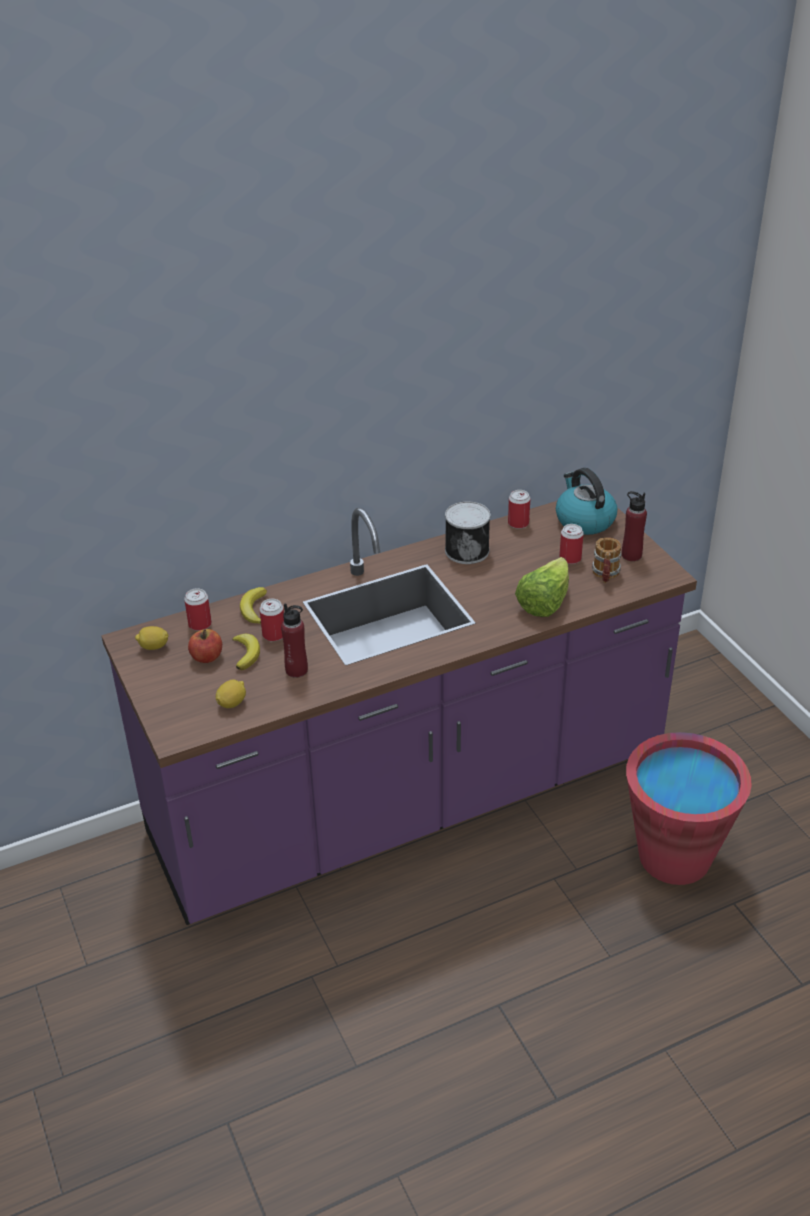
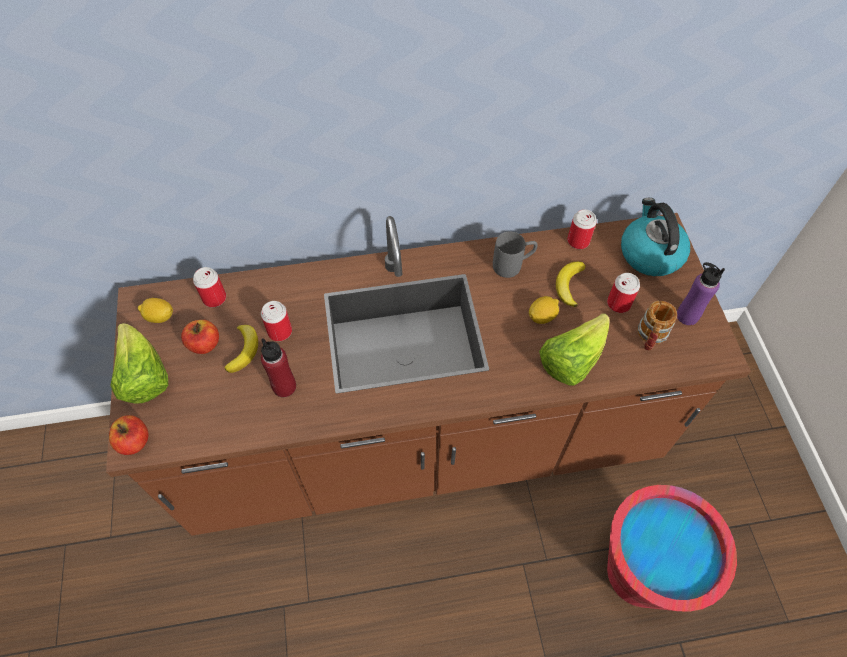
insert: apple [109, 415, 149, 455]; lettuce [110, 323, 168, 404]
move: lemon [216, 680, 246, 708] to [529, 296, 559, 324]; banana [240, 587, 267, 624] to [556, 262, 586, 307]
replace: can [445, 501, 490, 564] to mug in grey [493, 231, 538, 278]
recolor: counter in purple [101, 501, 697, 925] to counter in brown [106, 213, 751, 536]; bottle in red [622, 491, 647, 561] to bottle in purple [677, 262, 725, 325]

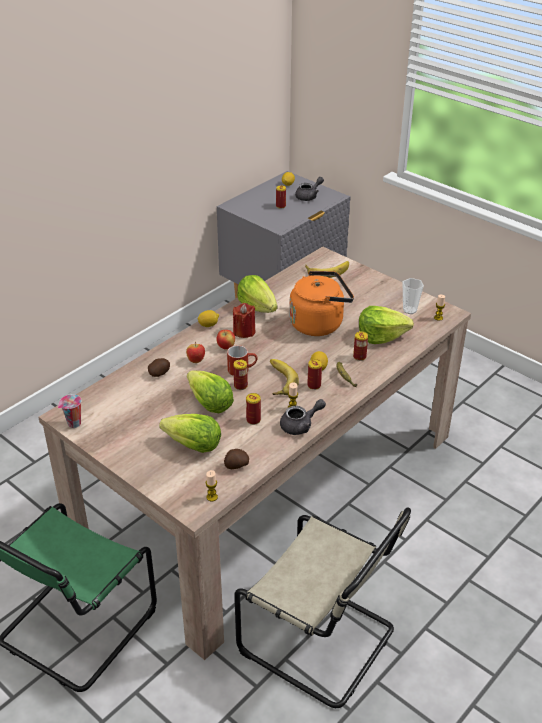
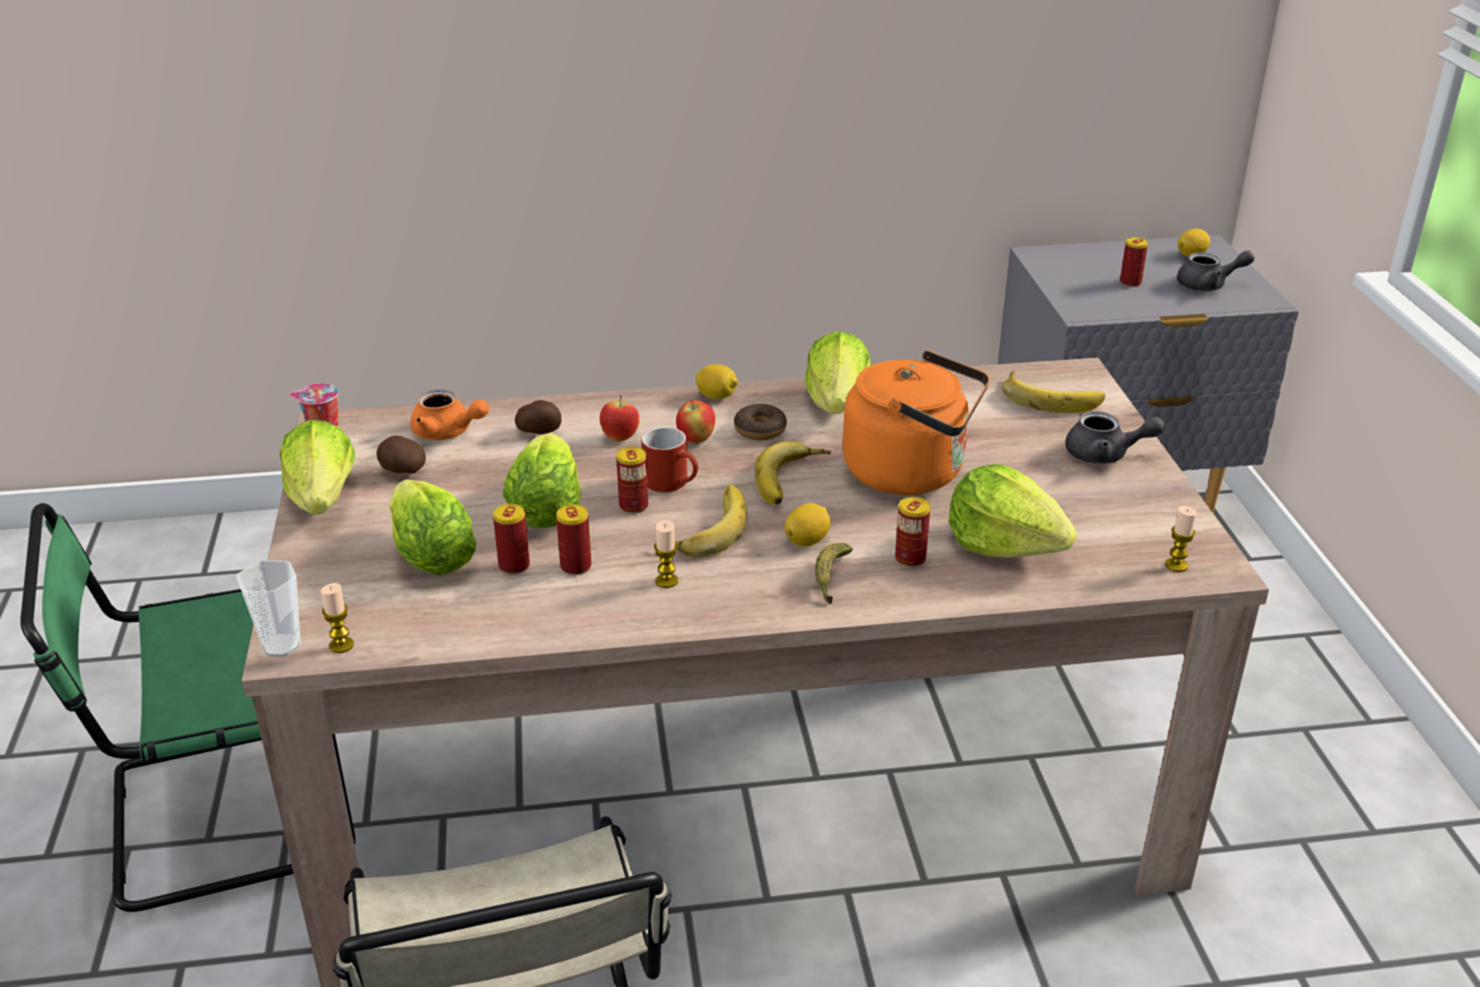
insert: lettuce [280, 420, 355, 515]; teapot in orange [410, 389, 489, 440]; banana [755, 441, 831, 505]
move: cup [402, 278, 424, 314] to [236, 560, 301, 657]; potato [224, 449, 249, 469] to [376, 436, 426, 473]; can [307, 359, 322, 390] to [493, 504, 530, 575]; teapot in grey [280, 399, 326, 435] to [1065, 411, 1165, 464]
replace: candle in red [233, 303, 255, 338] to donut [734, 404, 787, 440]

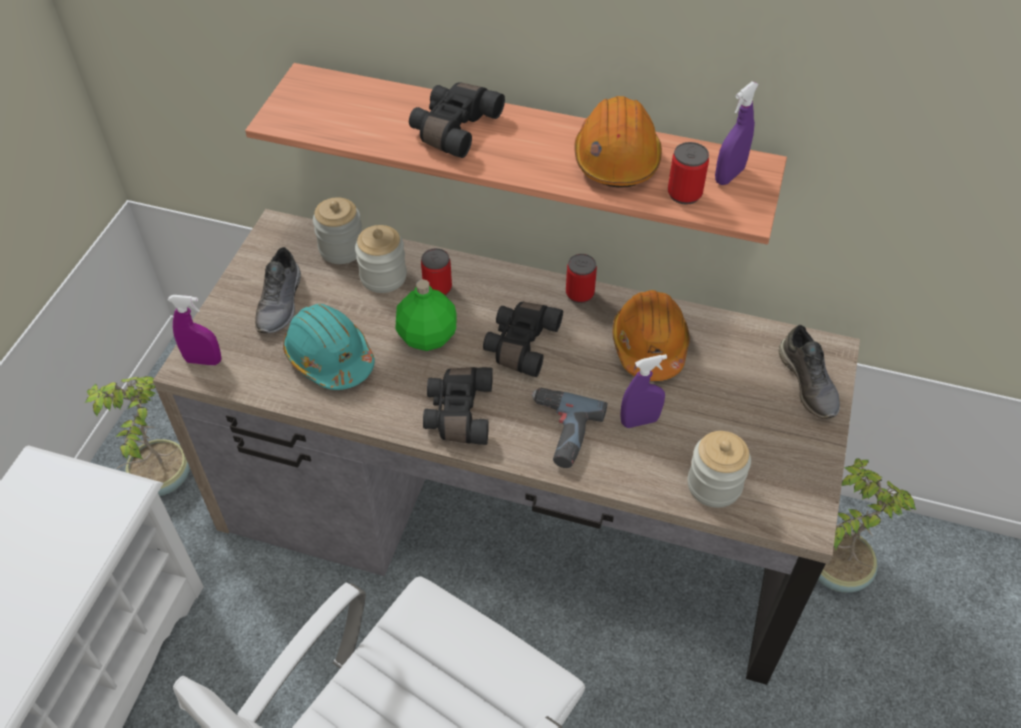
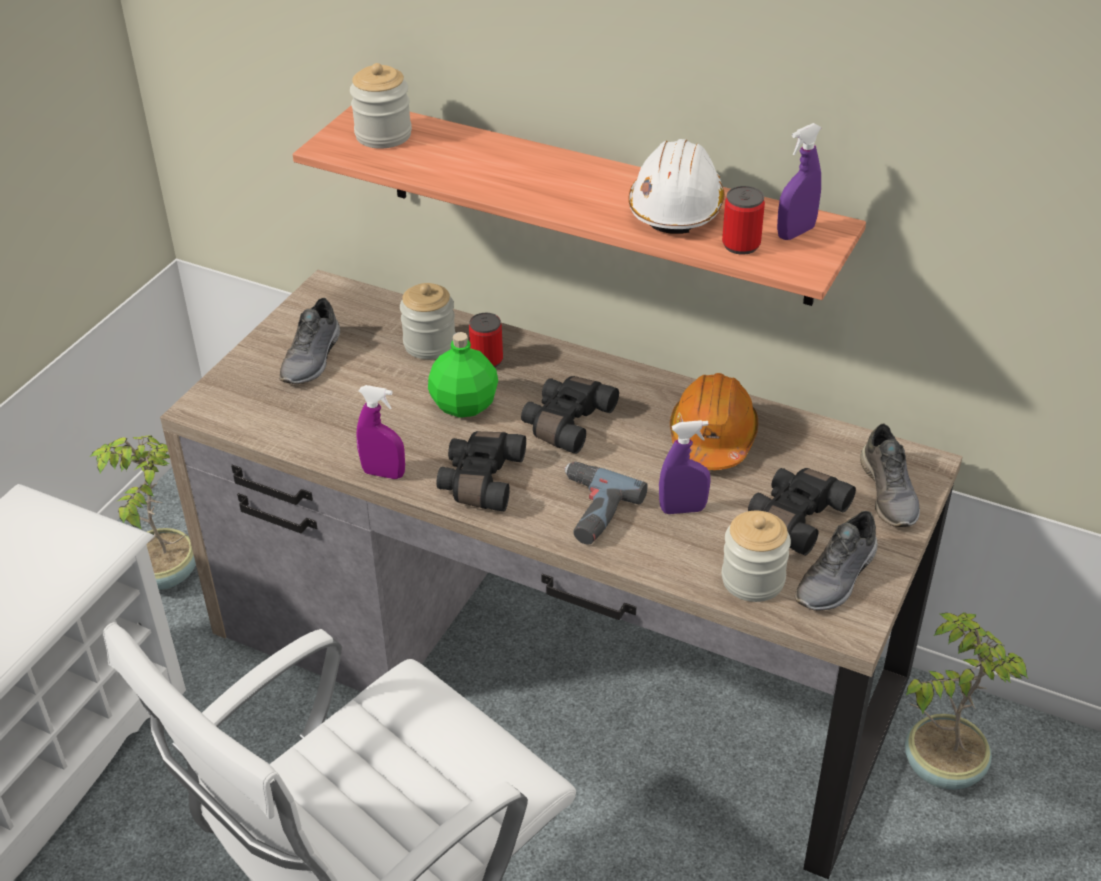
delete: hard hat in turquoise [283, 304, 375, 390]; can [566, 254, 597, 303]
insert: shoe in grey [795, 511, 878, 611]
move: jar [313, 197, 362, 264] to [350, 63, 412, 149]; spray bottle in purple [168, 295, 221, 365] to [356, 385, 405, 479]; binoculars in black [409, 82, 505, 158] to [748, 468, 856, 556]
recolor: hard hat in orange [574, 96, 662, 188] to hard hat in white [628, 139, 725, 234]

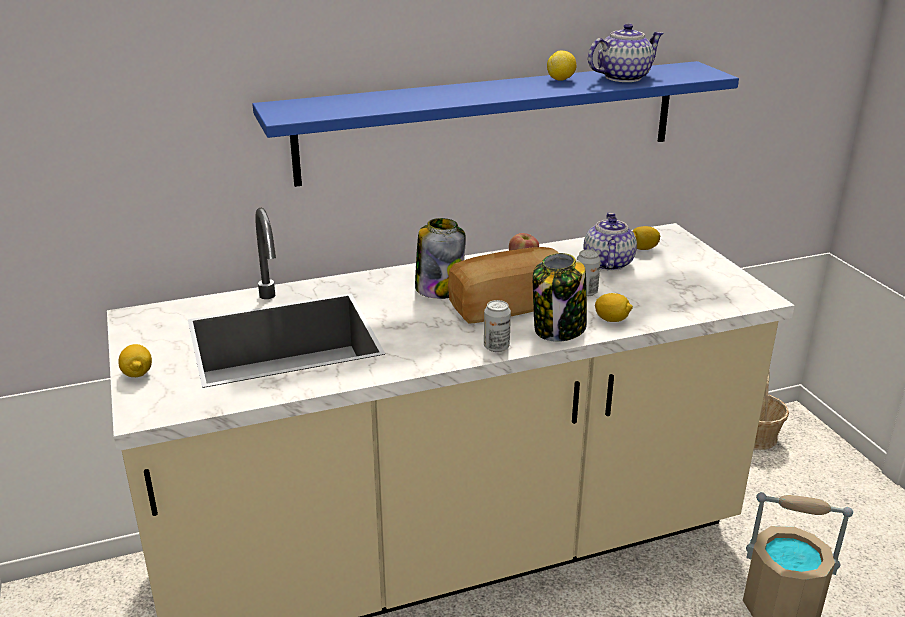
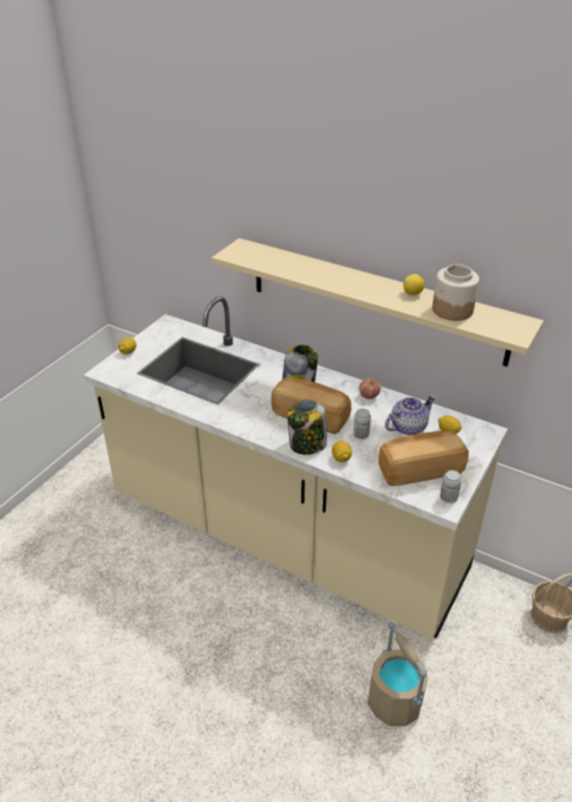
insert: bread [379, 431, 469, 486]
move: can [484, 300, 511, 352] to [440, 470, 462, 503]
replace: teapot [588, 23, 664, 82] to jar [432, 264, 479, 321]
recolor: shelf in blue [252, 61, 739, 187] to shelf in beige [212, 238, 544, 367]

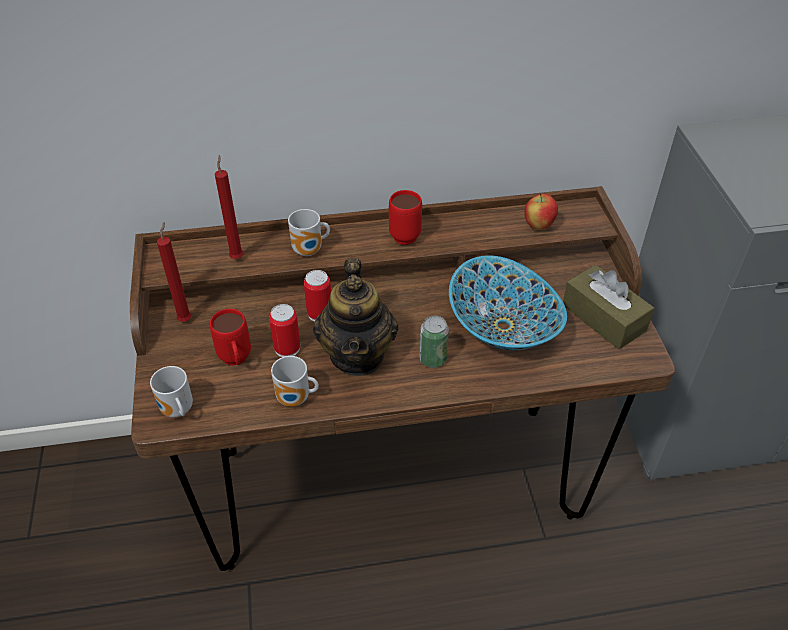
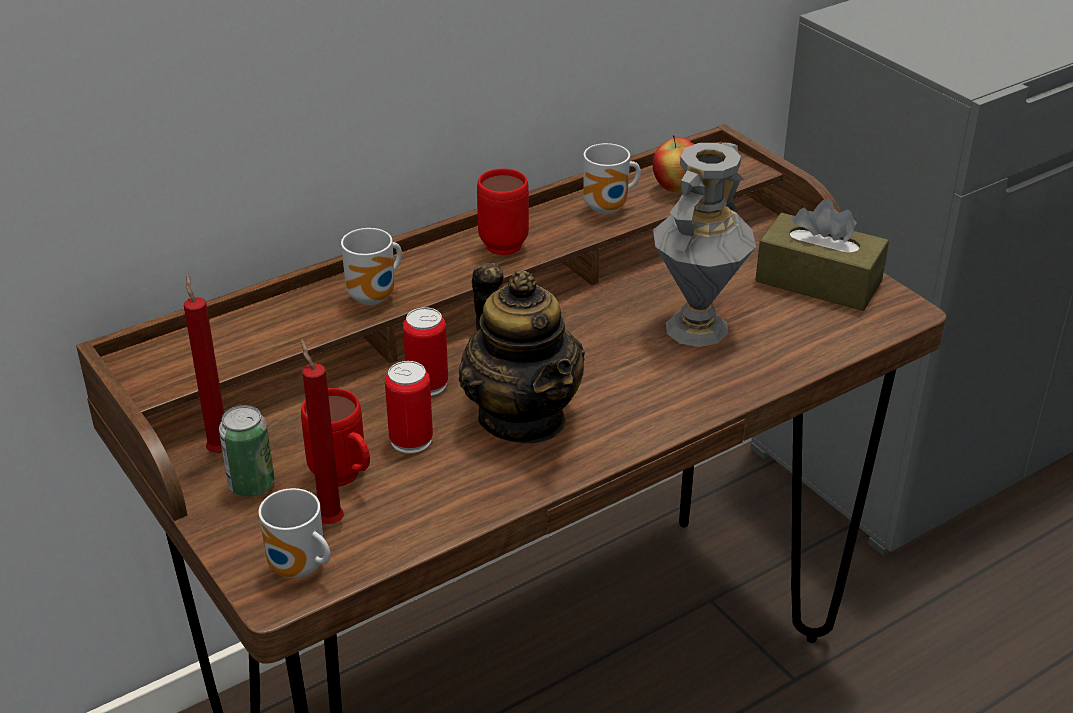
move: can [419, 316, 449, 368] to [219, 405, 275, 497]; candle in red [215, 155, 244, 259] to [301, 339, 344, 524]; mug [271, 356, 319, 407] to [583, 143, 641, 214]
replace: bowl [449, 256, 567, 350] to vase in grey [653, 143, 756, 347]

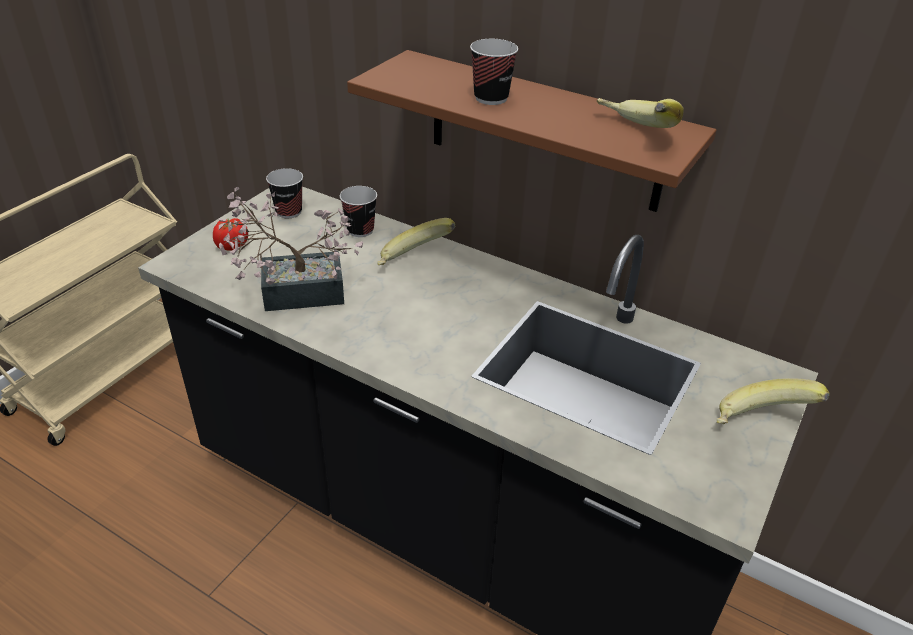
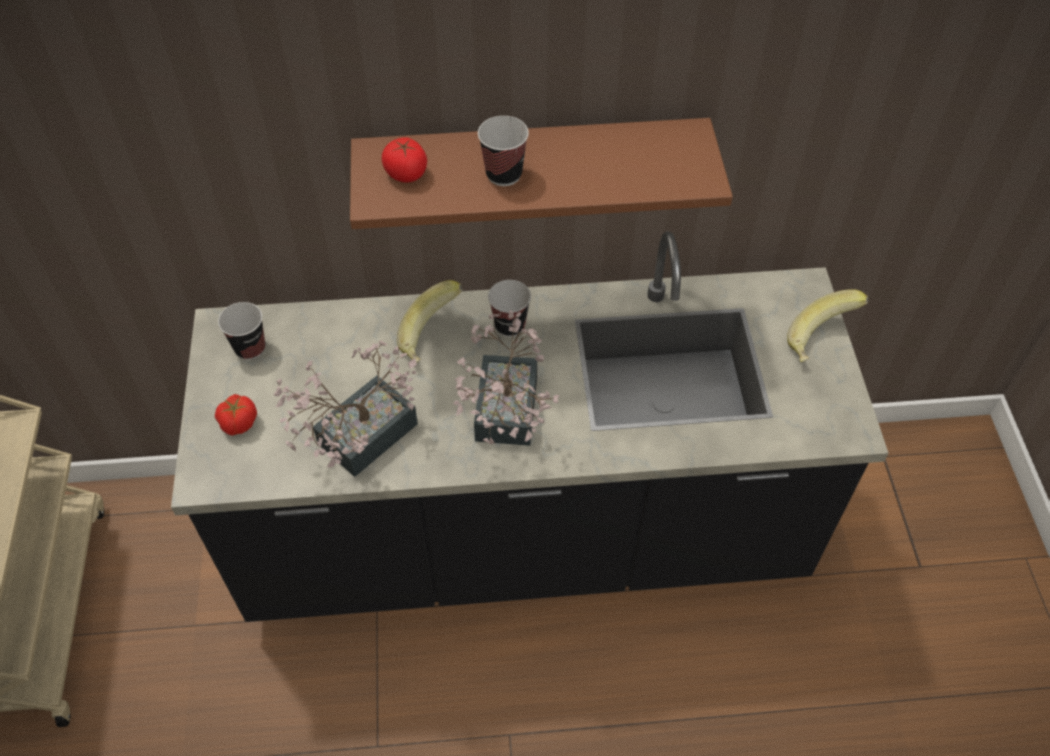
delete: banana [597, 98, 684, 128]
insert: tomato [382, 137, 427, 183]; potted plant [453, 310, 559, 446]
move: cup [340, 186, 377, 237] to [488, 280, 531, 337]

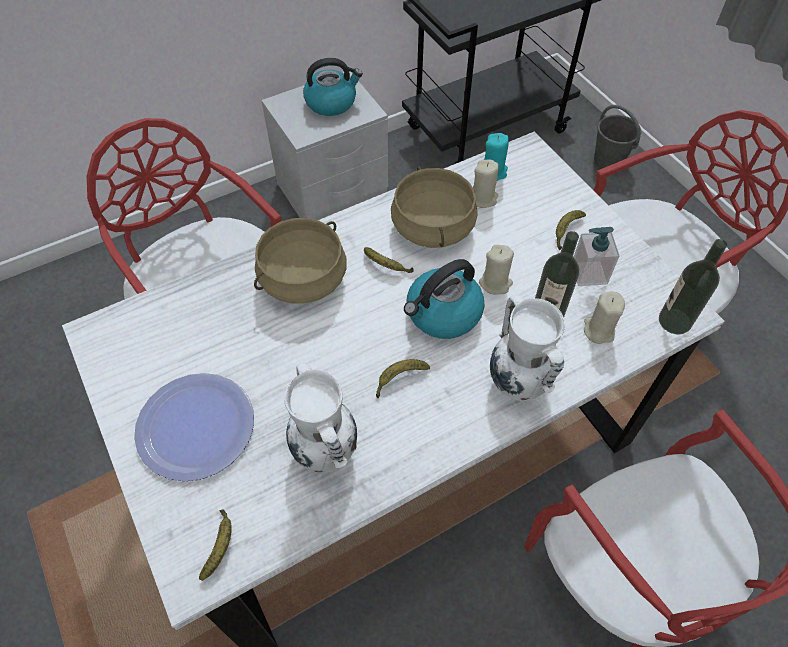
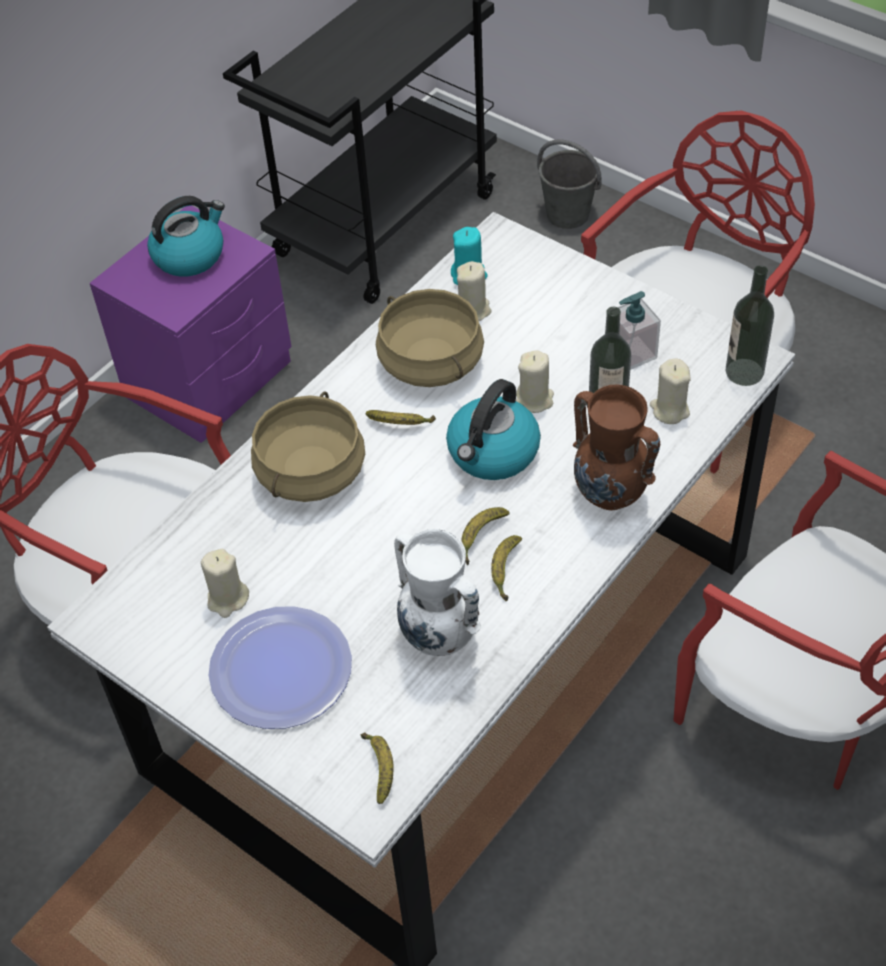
insert: candle in beige [201, 549, 249, 618]
move: banana [556, 210, 586, 250] to [491, 535, 522, 601]
recolor: nightstand in grey [261, 71, 388, 220] to nightstand in purple [90, 206, 292, 443]; vase in white [490, 295, 565, 401] to vase in brown [573, 385, 660, 511]

